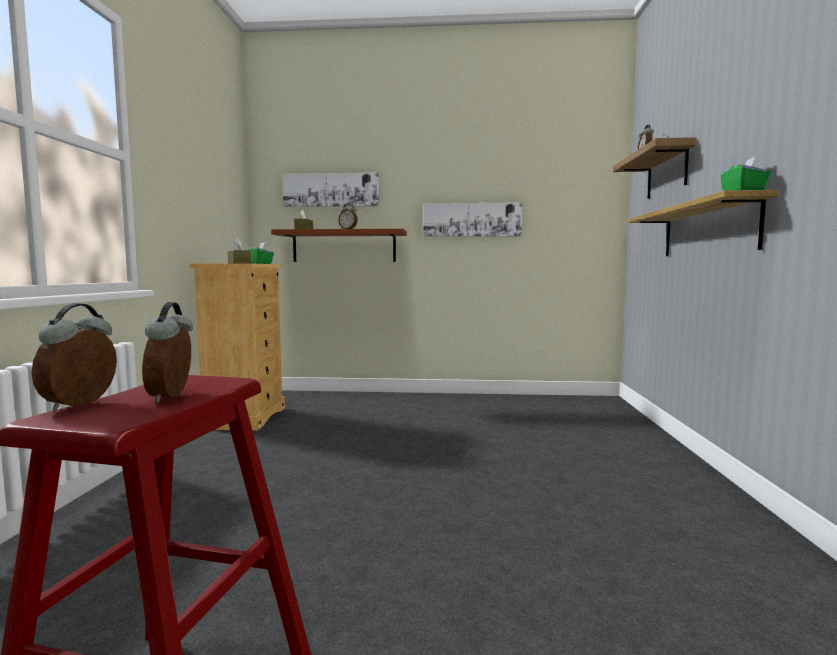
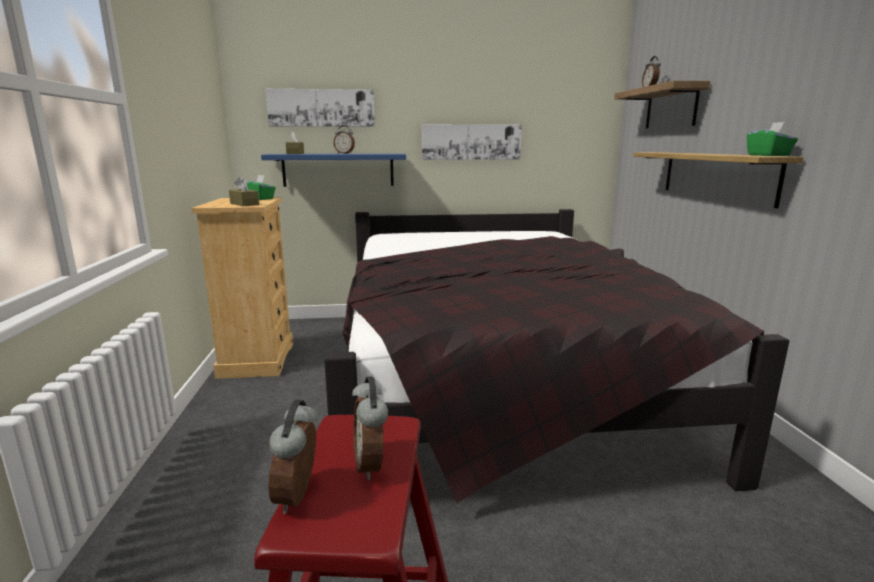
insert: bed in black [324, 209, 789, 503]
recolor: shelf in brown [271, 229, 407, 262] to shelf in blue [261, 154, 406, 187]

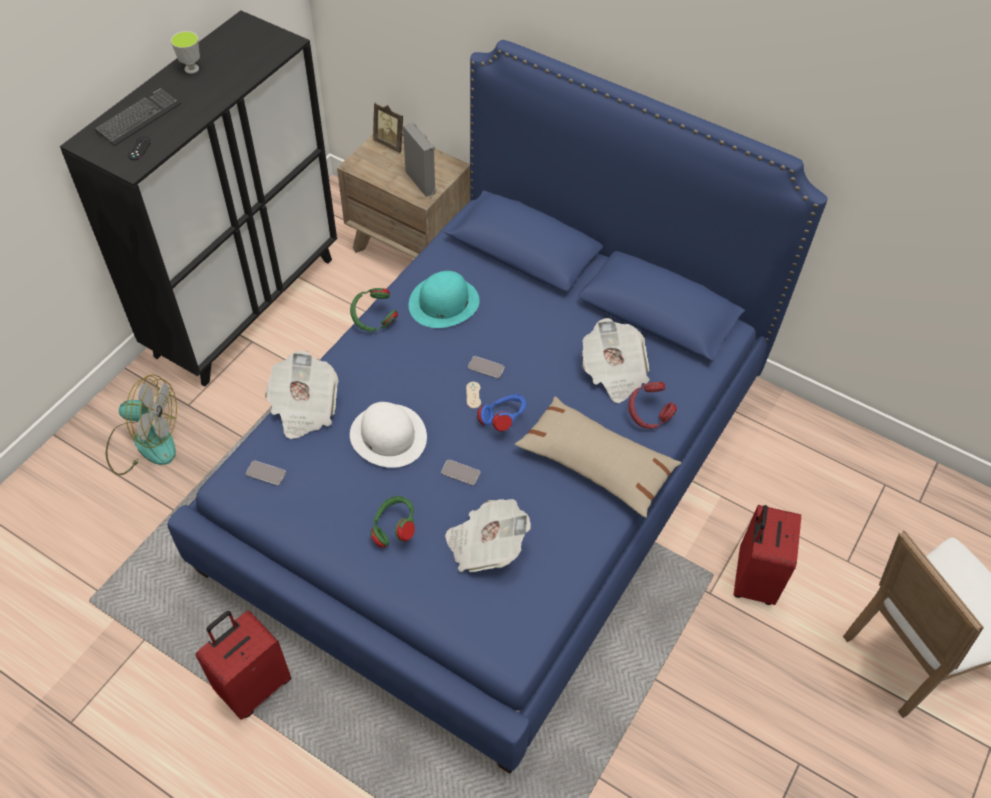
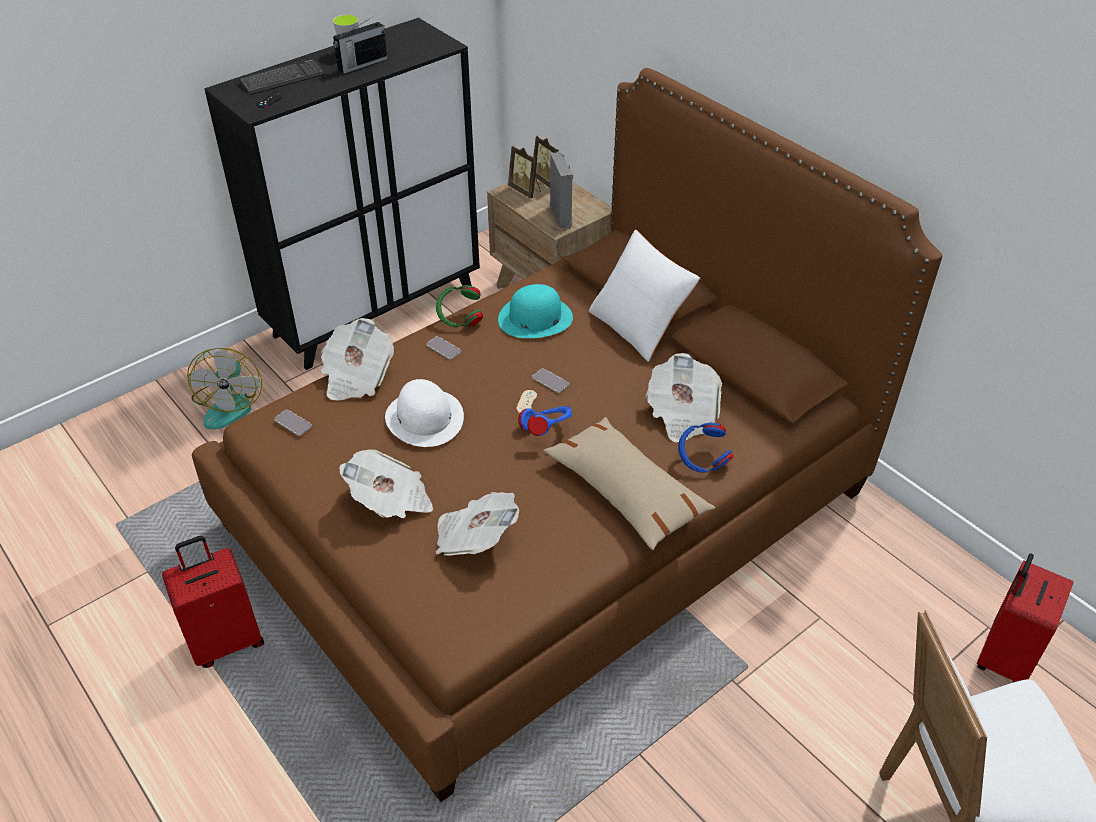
insert: radio [333, 17, 388, 74]; picture frame [508, 145, 541, 198]; pillow in white [589, 230, 700, 362]
move: phone [441, 460, 480, 485] to [426, 336, 461, 360]; suitcase in red [733, 505, 801, 605] to [977, 554, 1074, 683]
replace: headphones in green [370, 496, 415, 548] to newspaper [339, 449, 434, 518]
recolor: bed in blue [167, 40, 828, 774] to bed in brown [192, 68, 942, 802]; headphones in red [628, 382, 677, 429] to headphones in blue [678, 423, 733, 473]
rotate: fan [106, 374, 177, 475] = [187, 348, 262, 429] 60 degrees clockwise

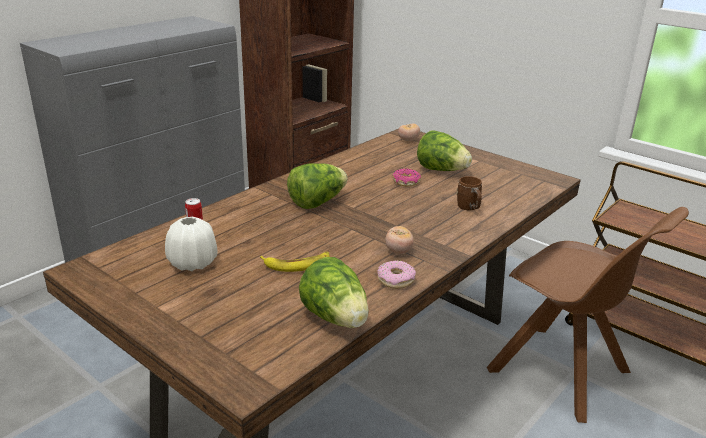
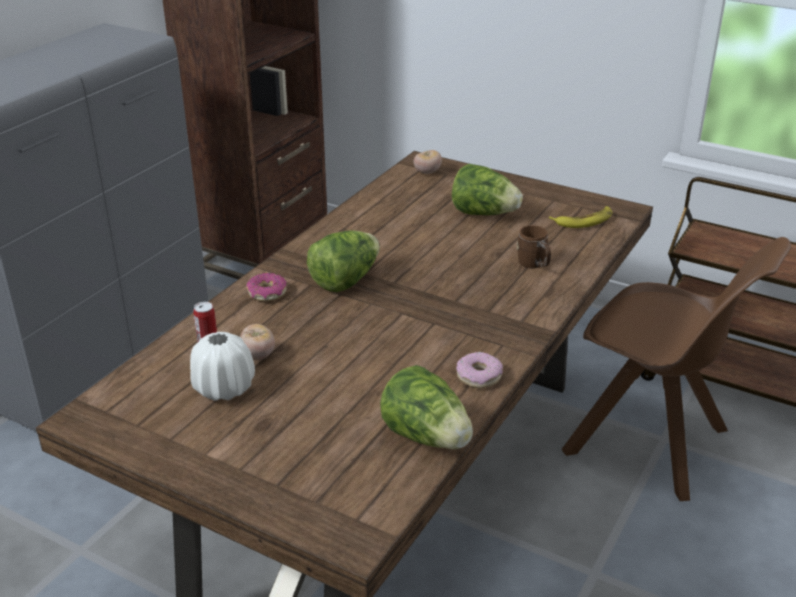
move: tomato [385, 226, 414, 254] to [240, 324, 275, 360]; donut [393, 168, 421, 186] to [246, 273, 287, 301]; banana [260, 252, 329, 272] to [549, 206, 612, 228]

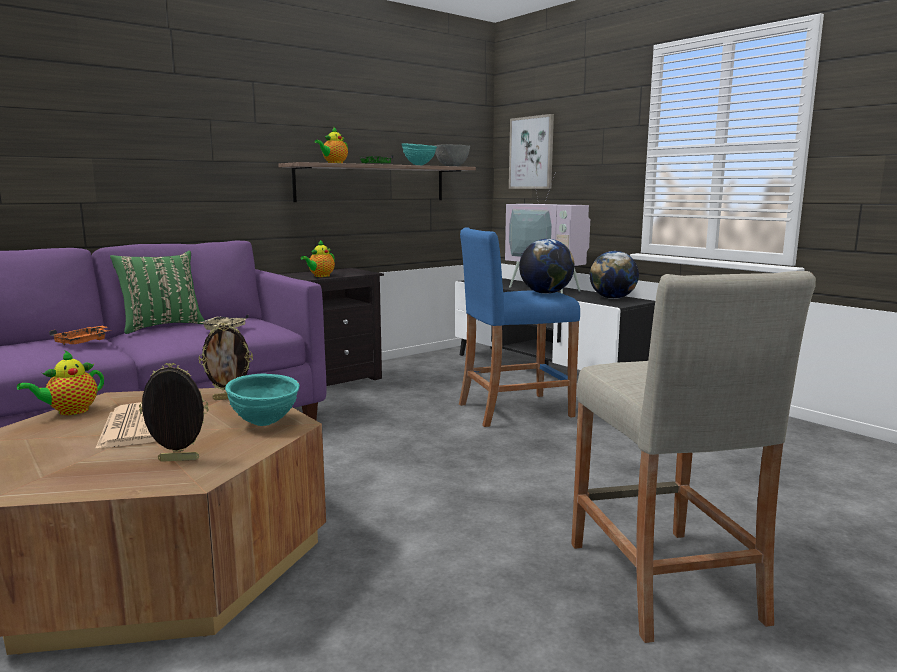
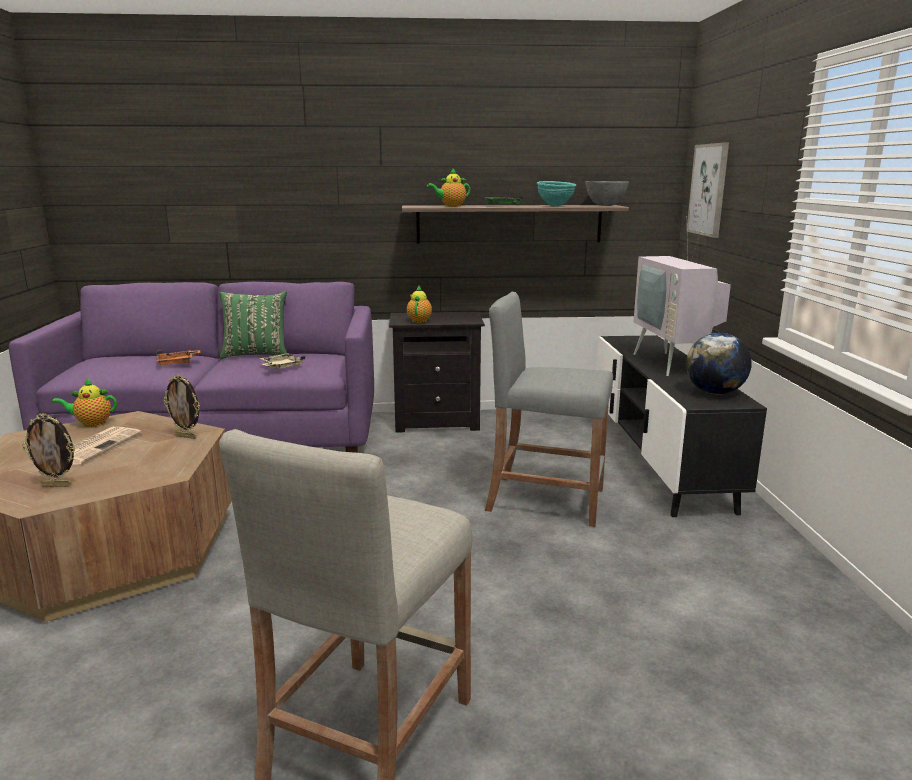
delete: bowl in turquoise [225, 374, 300, 426]; globe [519, 239, 575, 294]
recolor: stool in blue [459, 228, 580, 427] to stool in grey [485, 292, 613, 527]
rotate: picture frame [139, 363, 209, 461] = [22, 413, 75, 487] 150 degrees clockwise; teapot [301, 240, 335, 277] = [407, 286, 432, 323] 120 degrees clockwise

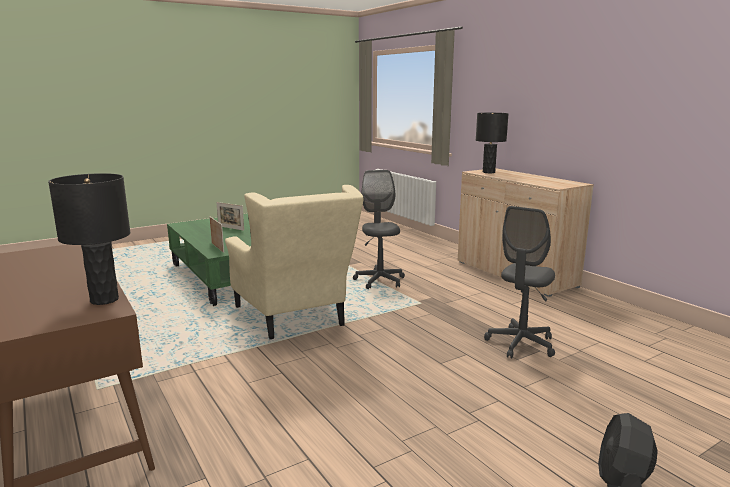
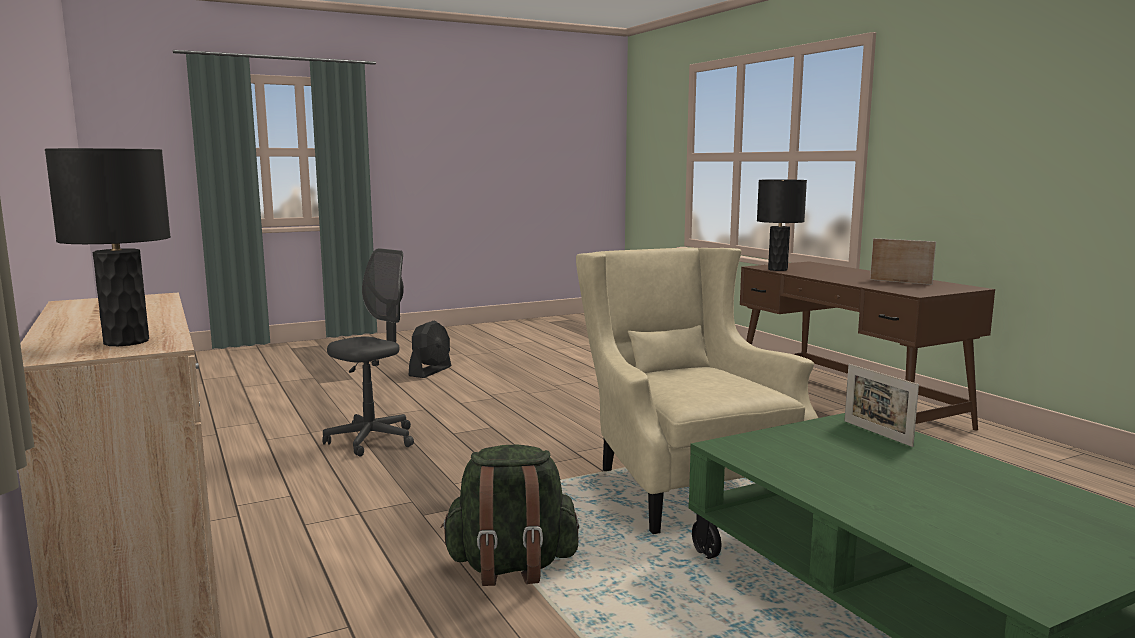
move: picture frame [216, 202, 244, 231] to [870, 238, 936, 285]
replace: office chair in grey [353, 170, 405, 289] to backpack in green [441, 445, 579, 586]

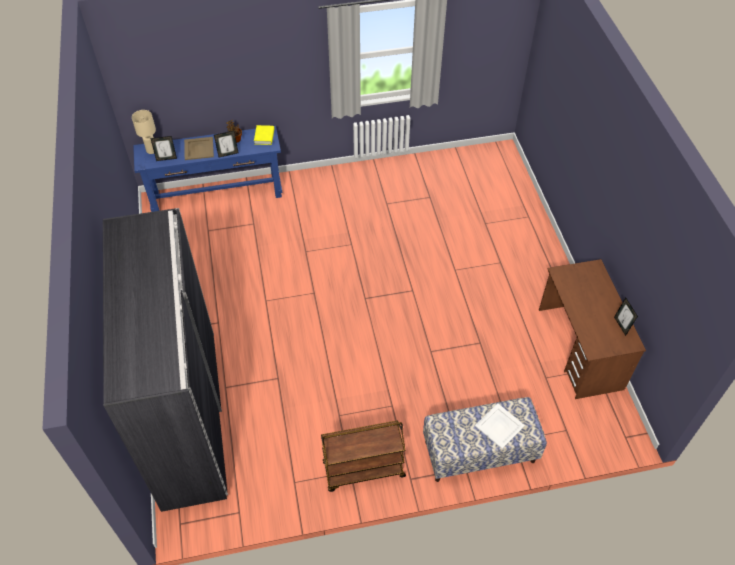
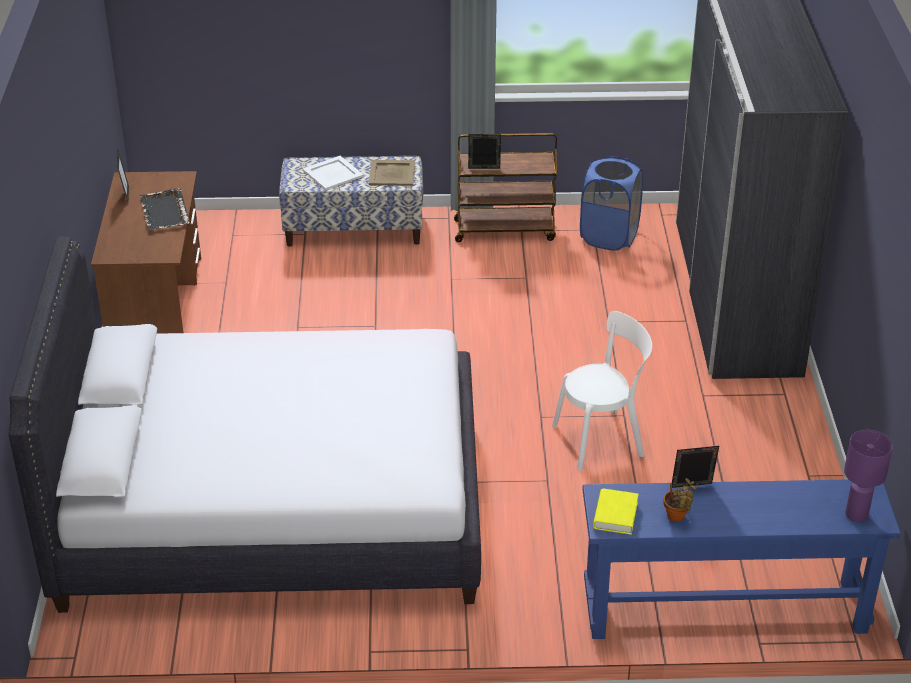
insert: bed in white [8, 237, 481, 613]; tray in black [139, 188, 190, 230]; chair in white [552, 311, 652, 471]; laundry basket in blue [580, 156, 643, 251]
move: tray in beige [184, 137, 214, 160] to [369, 160, 415, 186]; picture frame [150, 136, 177, 161] to [468, 134, 501, 169]
recolor: table lamp in beige [132, 110, 156, 154] to table lamp in purple [844, 430, 893, 522]

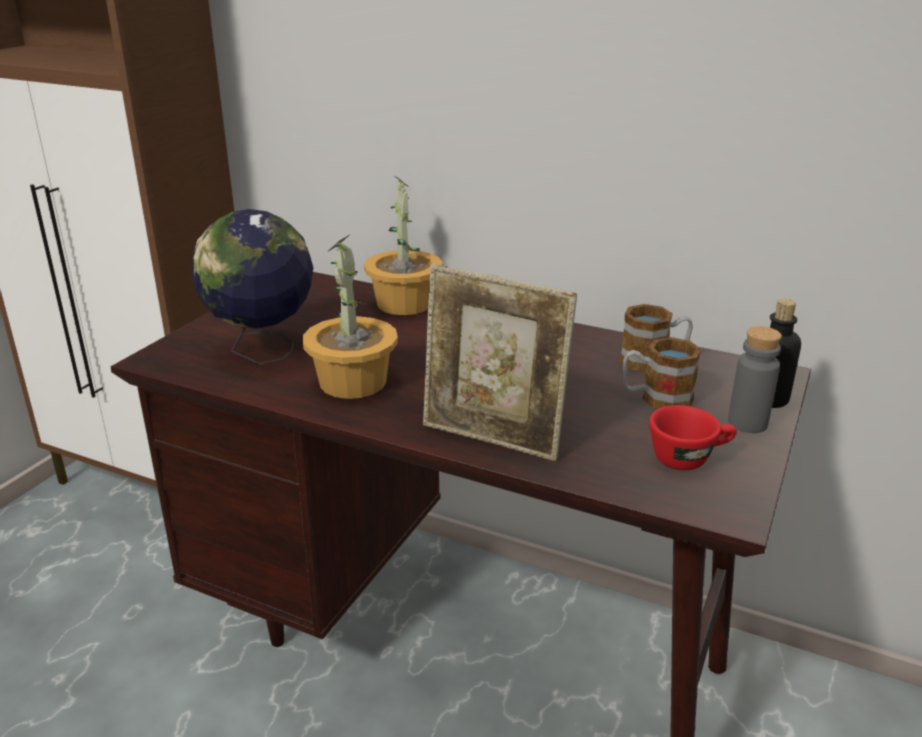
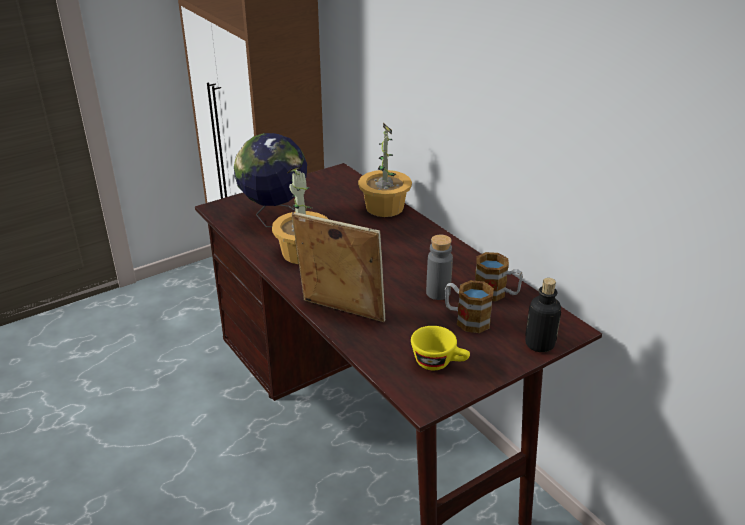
move: bottle in grey [728, 326, 782, 433] to [426, 235, 453, 300]
recolor: cup in red [649, 405, 737, 470] to cup in yellow [411, 326, 470, 370]
rotate: picture frame [423, 264, 577, 461] = [292, 212, 385, 322] 150 degrees clockwise

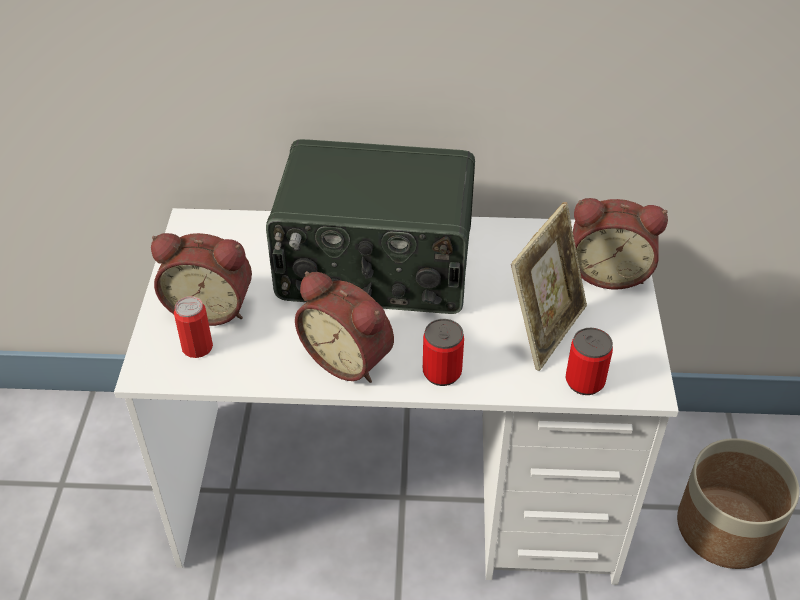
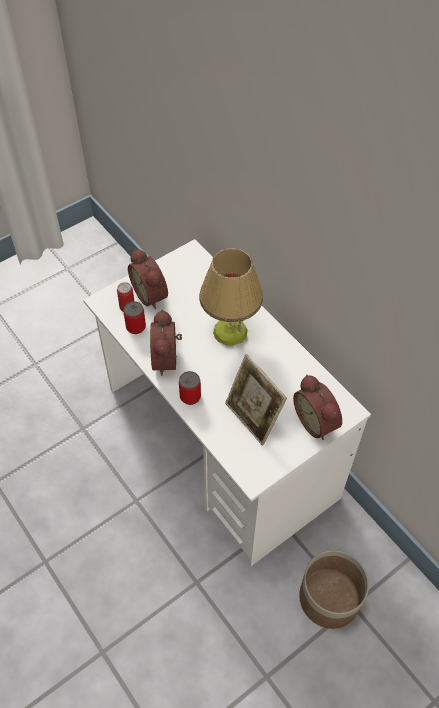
move: can [566, 328, 613, 395] to [124, 301, 146, 334]
replace: radio [266, 139, 475, 314] to table lamp [199, 248, 263, 346]
rotate: picture frame [511, 202, 587, 371] = [225, 354, 287, 446] 60 degrees clockwise

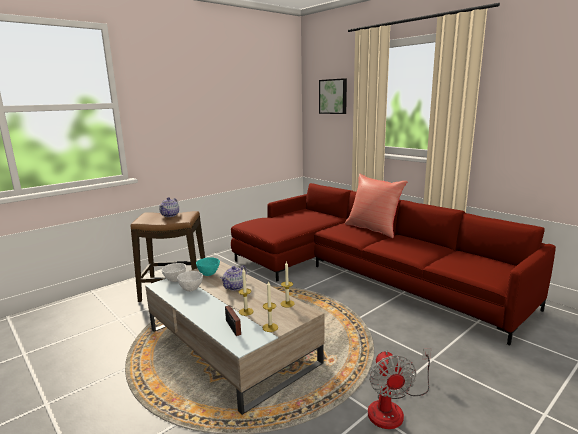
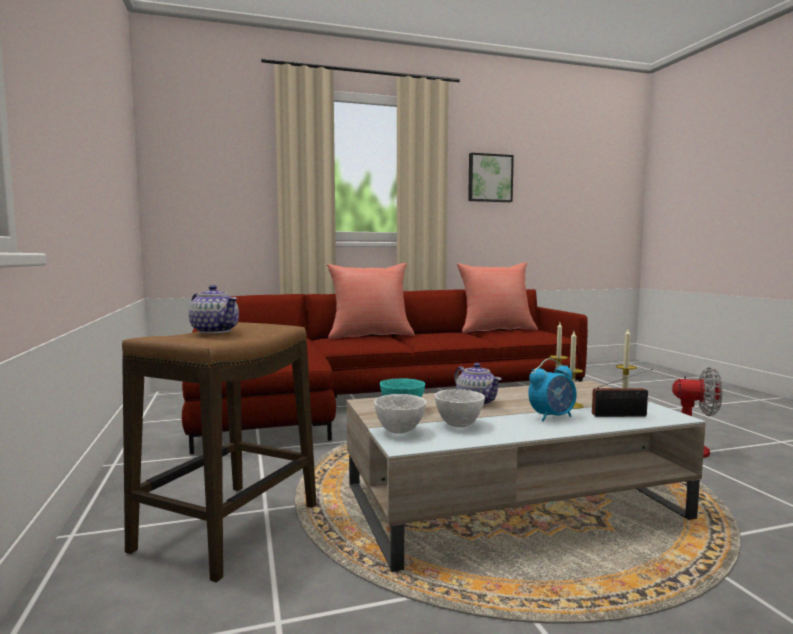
insert: pillow in red [457, 262, 538, 333]; alarm clock [528, 358, 577, 422]
move: picture [319, 78, 347, 114] to [468, 153, 514, 202]

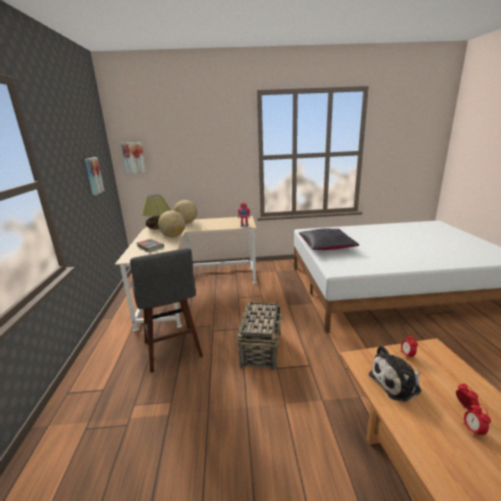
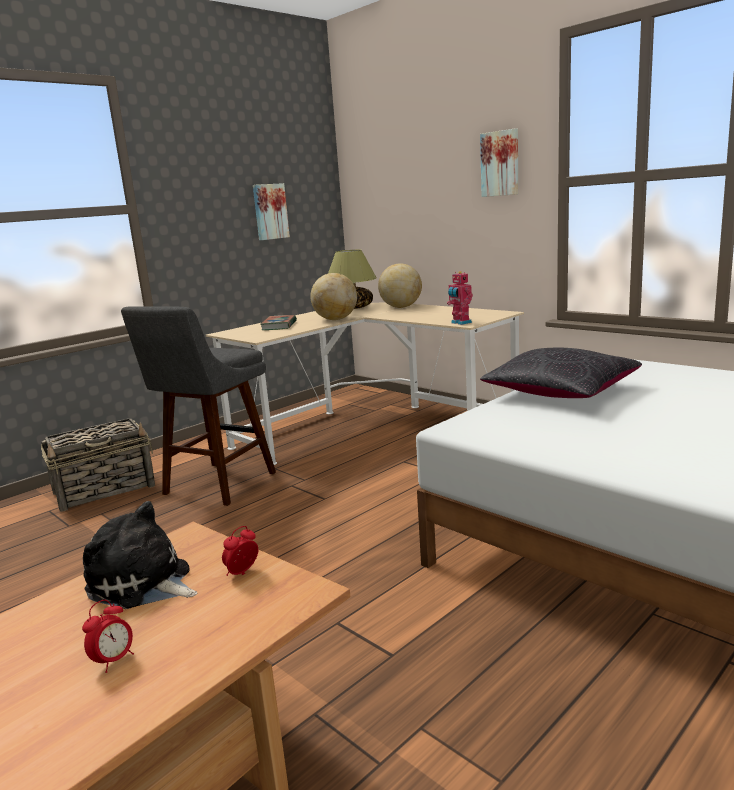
delete: alarm clock [463, 404, 491, 438]
move: basket [237, 300, 283, 371] to [41, 418, 155, 512]; picture [121, 142, 147, 173] to [480, 129, 518, 197]

